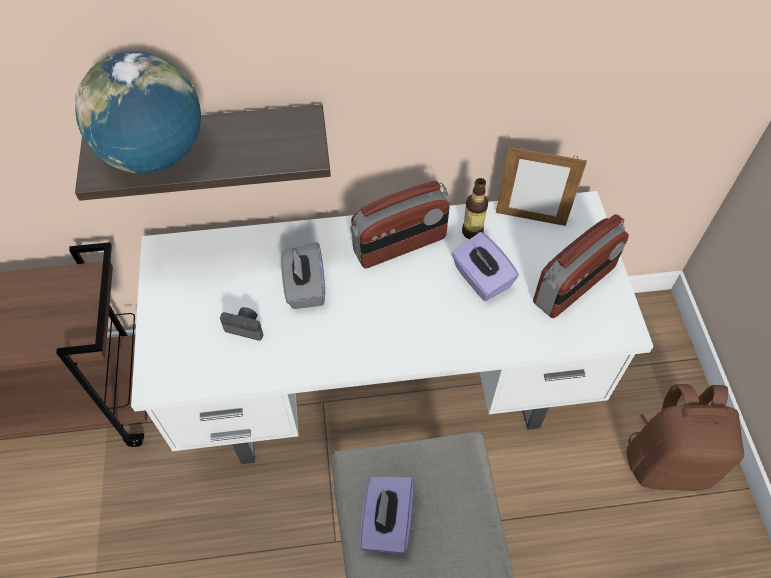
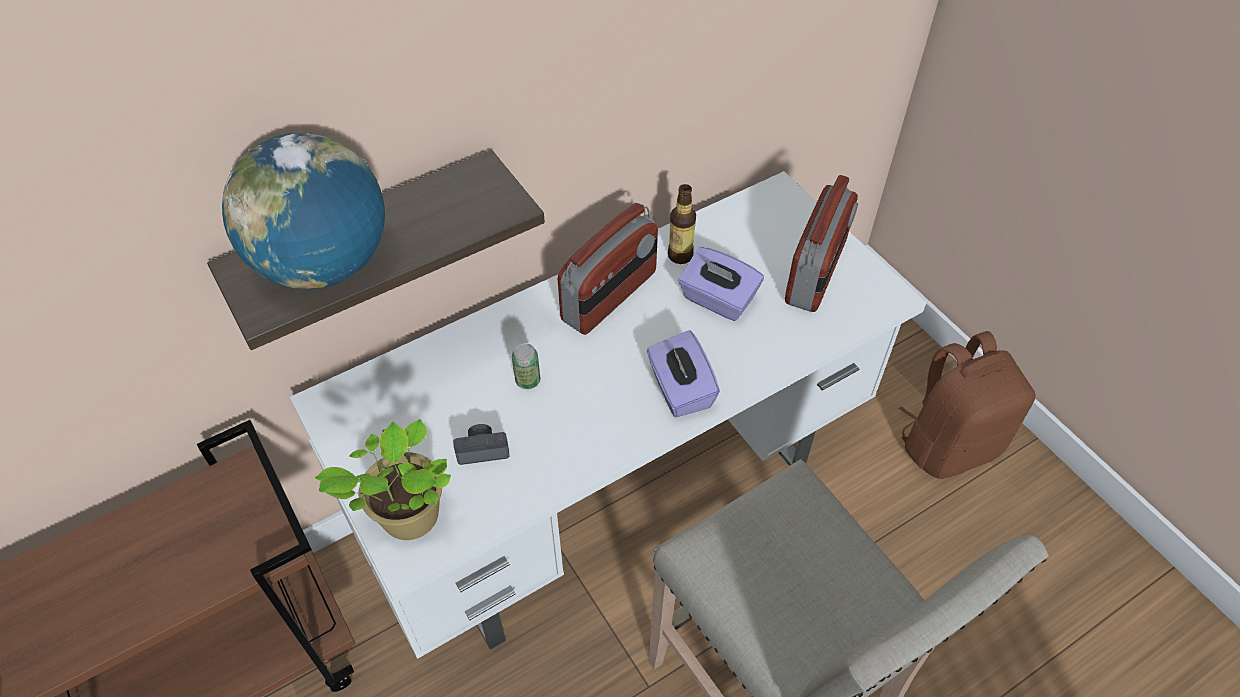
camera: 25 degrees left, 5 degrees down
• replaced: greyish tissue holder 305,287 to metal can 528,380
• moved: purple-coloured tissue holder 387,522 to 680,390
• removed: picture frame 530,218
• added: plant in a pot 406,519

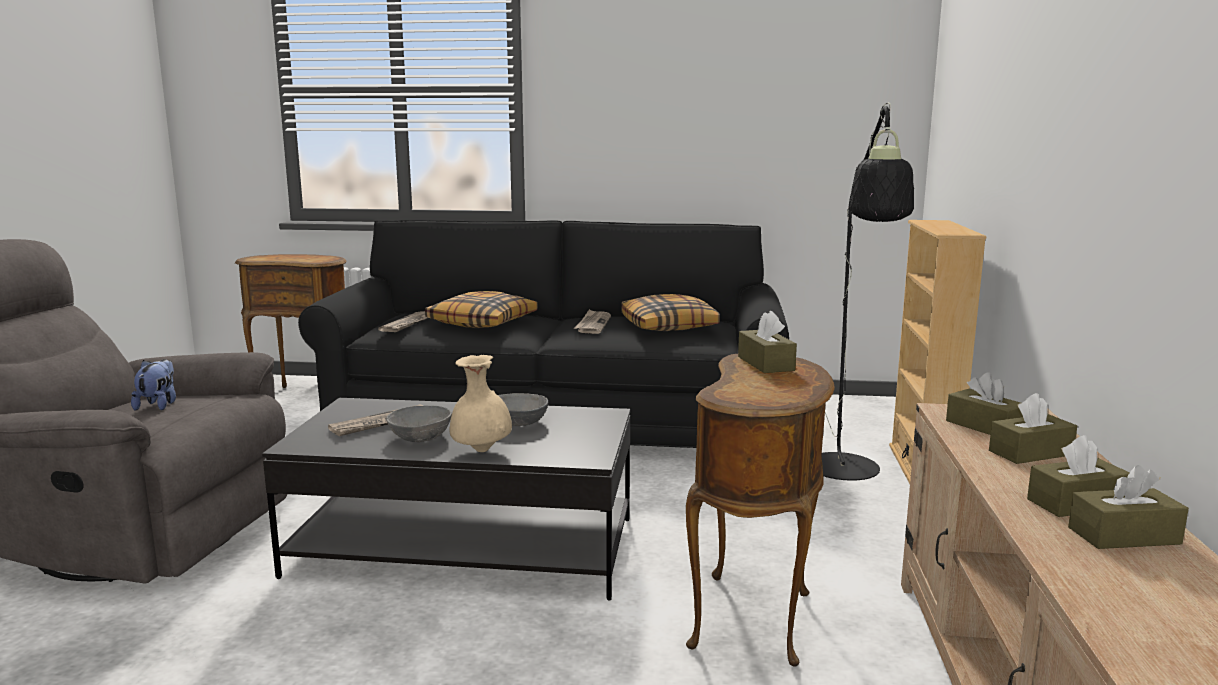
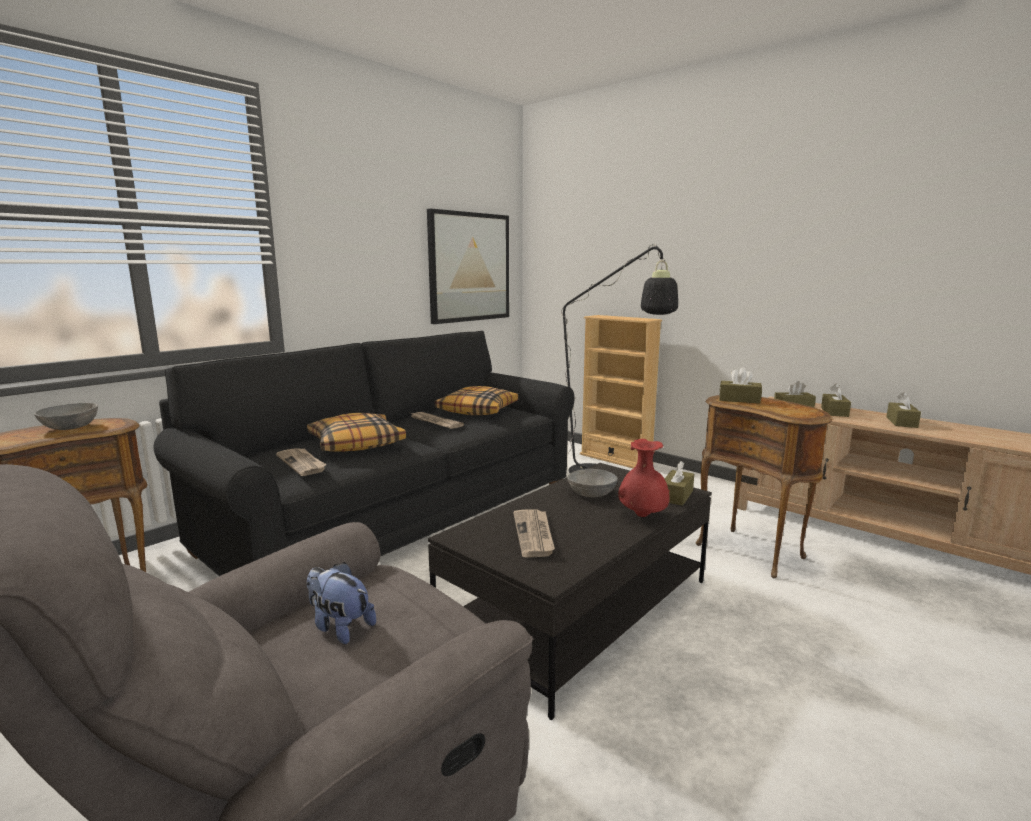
camera: 55 degrees left, 0 degrees up
• moved: greyish serving bowl 421,437 to 71,427
• recoloured: beige-coloured flower vase 481,451 to red flower vase 642,516
• moved: brown-coloured tissue holder 1124,536 to 676,496
• added: picture 469,267

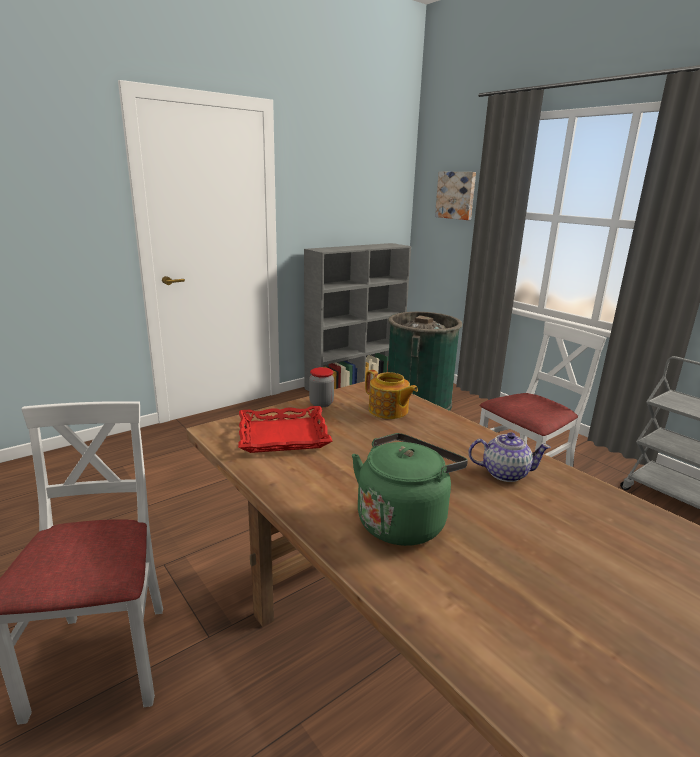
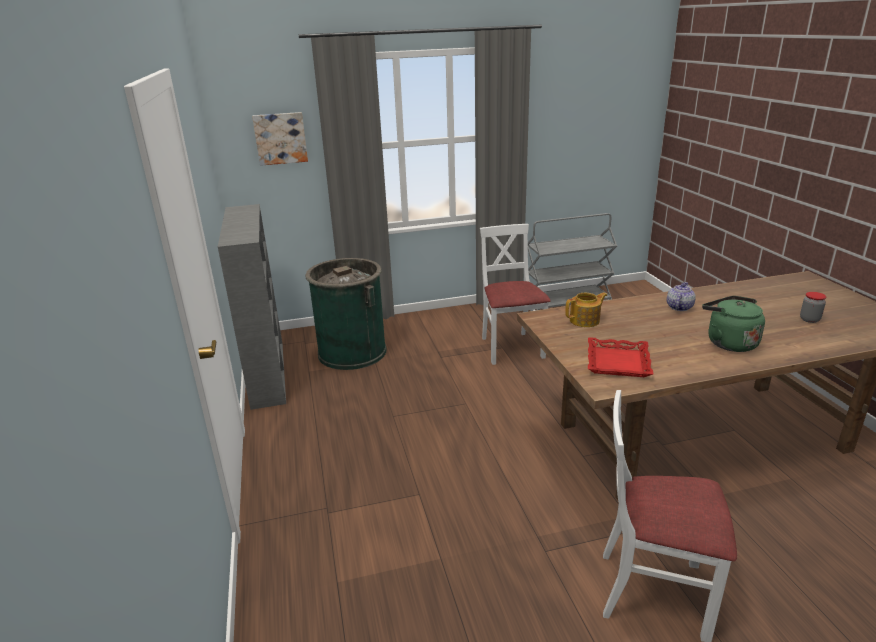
camera: 65 degrees left, 5 degrees up
• moved: preserve jar 321,403 to 809,319

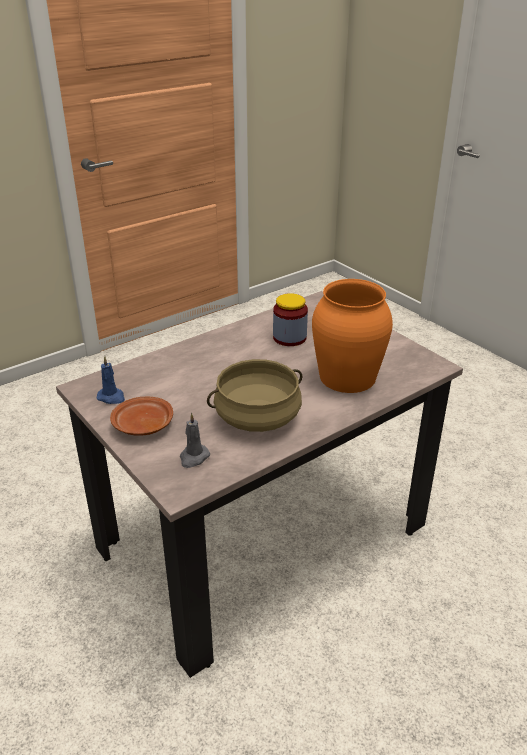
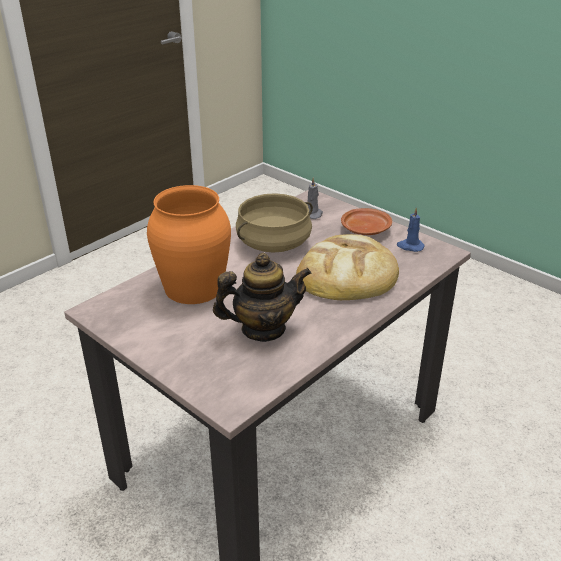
camera: 170 degrees right, 0 degrees up
• replaced: preserve jar 289,338 to teapot 263,329
• added: bakery bread 347,274

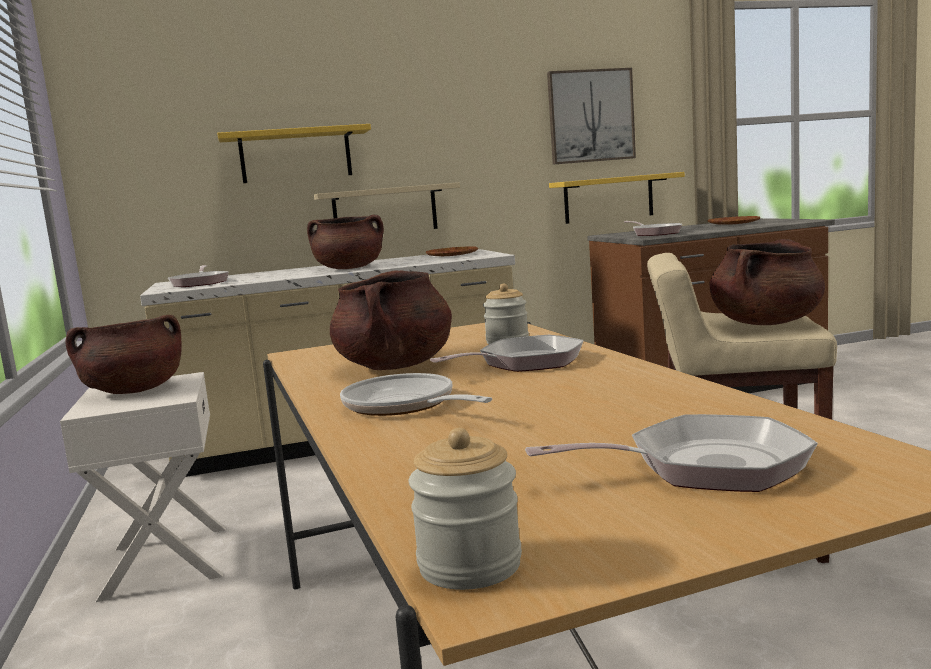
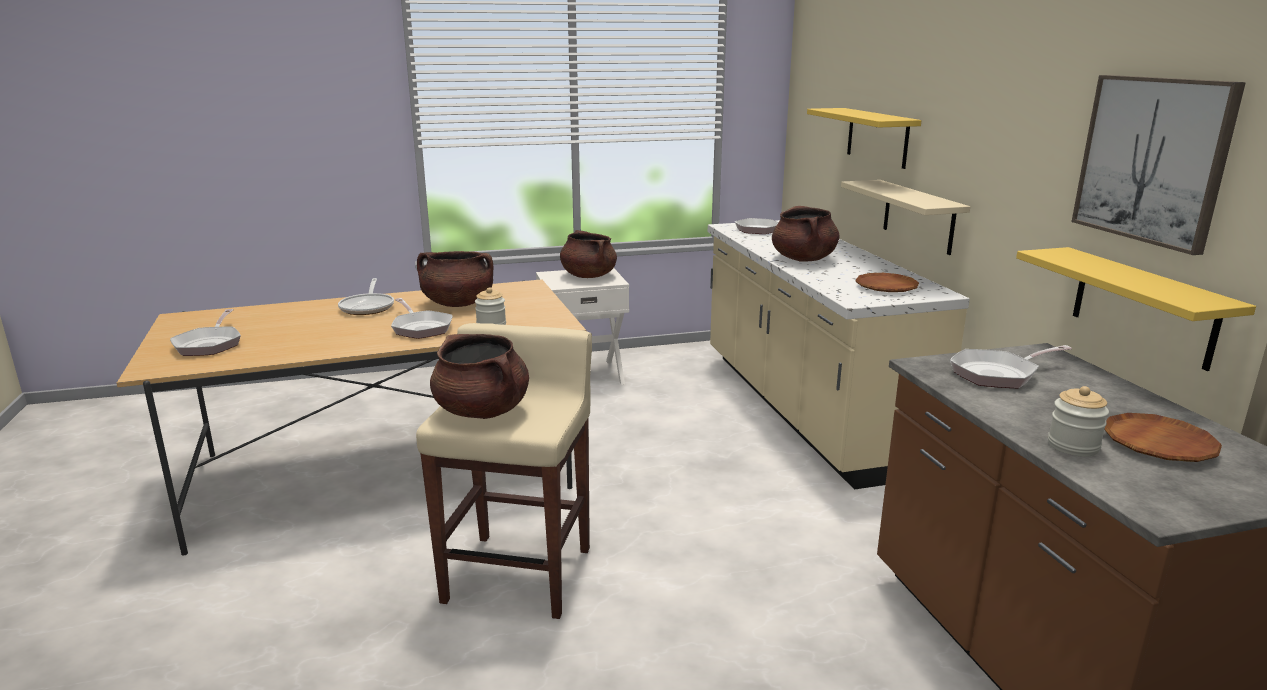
camera: 90 degrees right, 10 degrees up
• turned: frying pan 404,406 = 368,307 120 degrees clockwise
• moved: preserve jar 470,565 to 1073,446

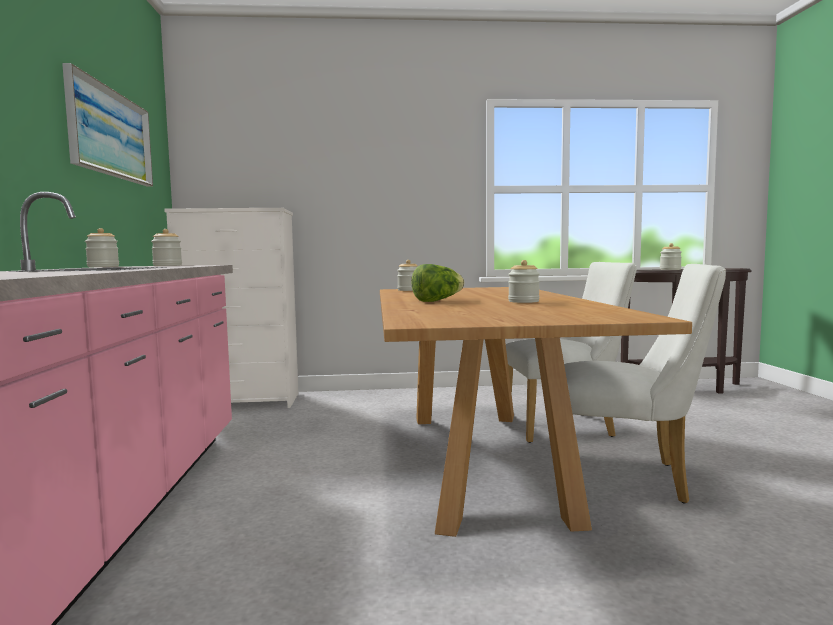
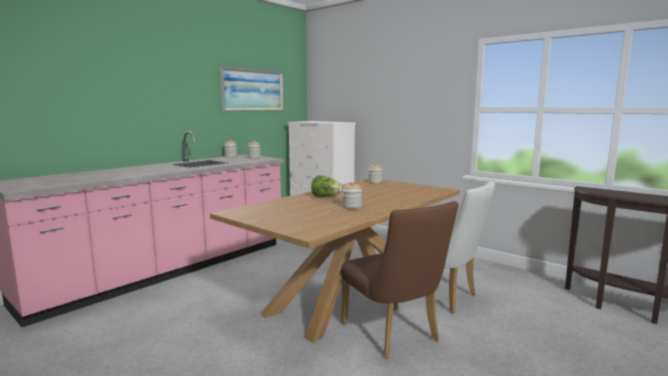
camera: 45 degrees right, 5 degrees up
• recoloured: whitish upright chair 629,478 to brown-coloured upright chair 394,335
• removed: preserve jar 670,269

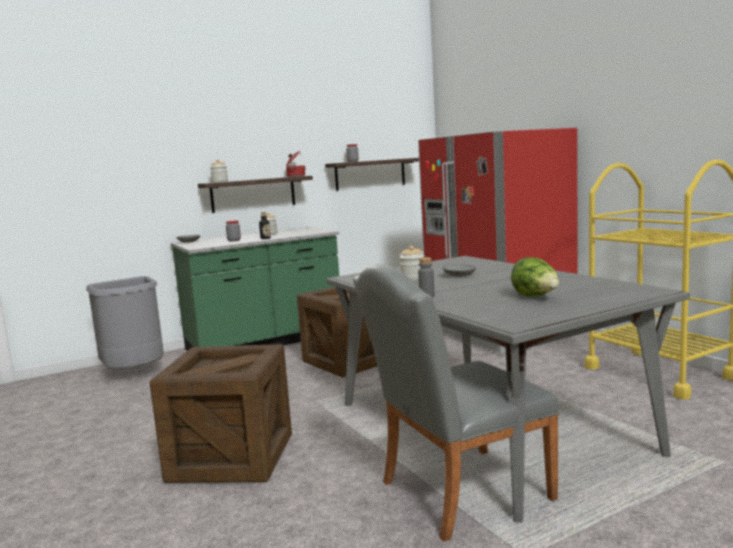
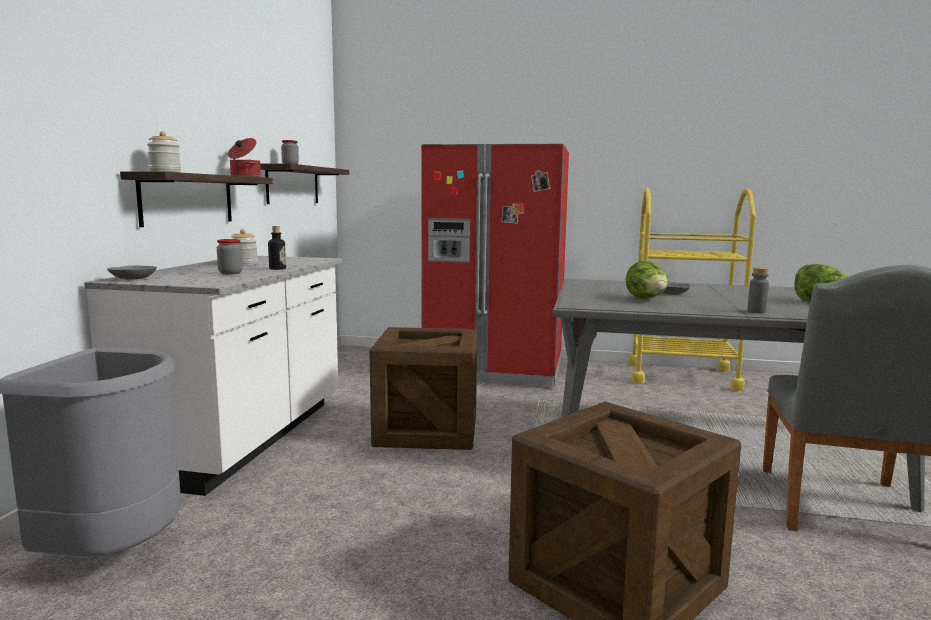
camera: 50 degrees left, 0 degrees up
• recoloured: greenish kitchen counter 265,342 to whitish kitchen counter 244,439
• replaced: preserve jar 413,278 to head of lettuce 646,299

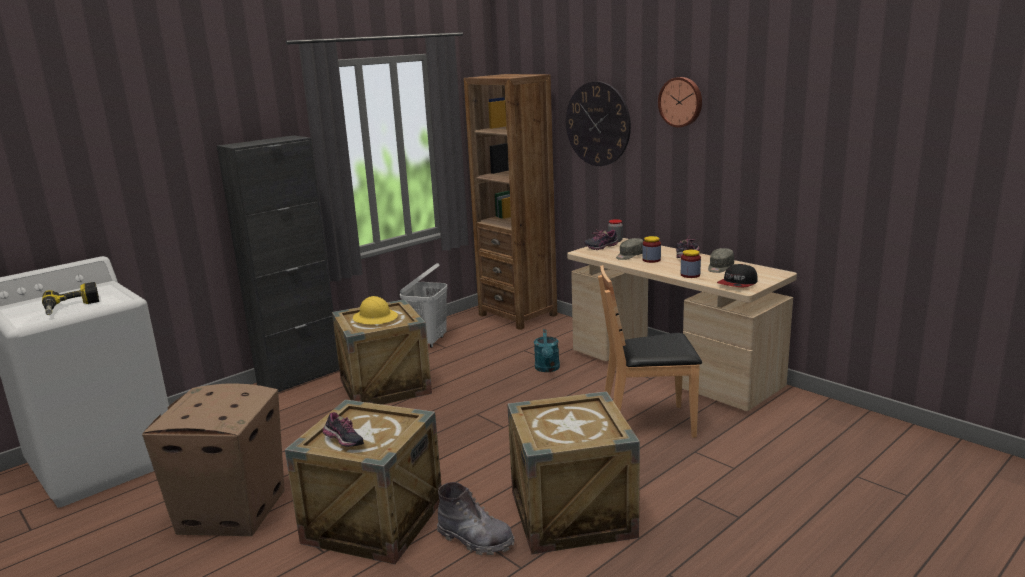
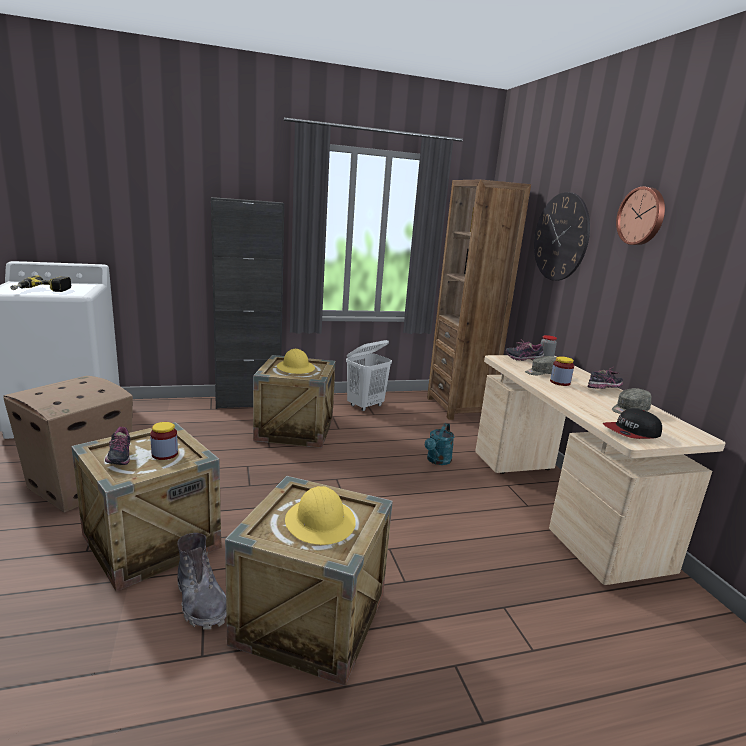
camera: 25 degrees right, 0 degrees up
• removed: brown-coloured upright chair 648,423
• moved: preserve jar 690,275 to 164,454
• added: yellowish work helmet 320,522

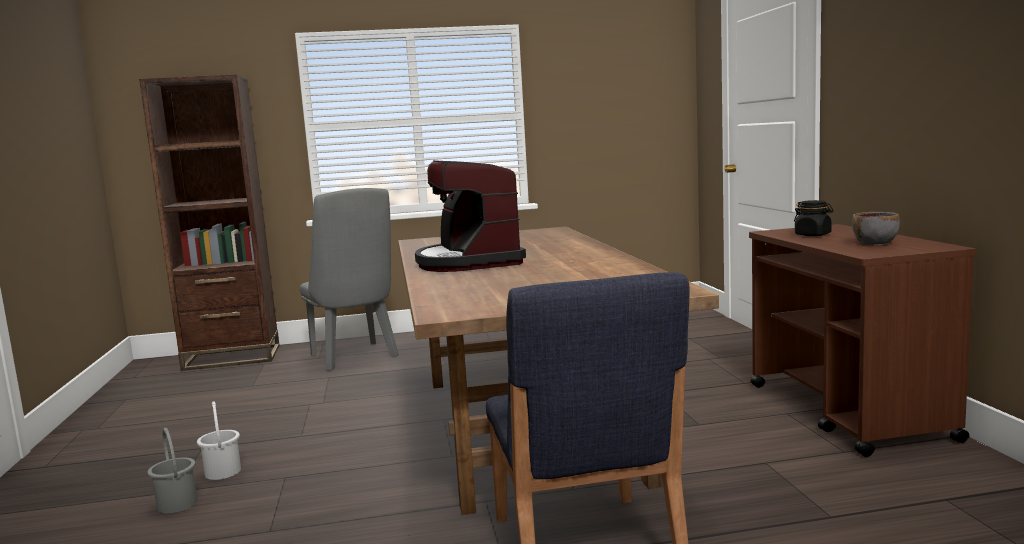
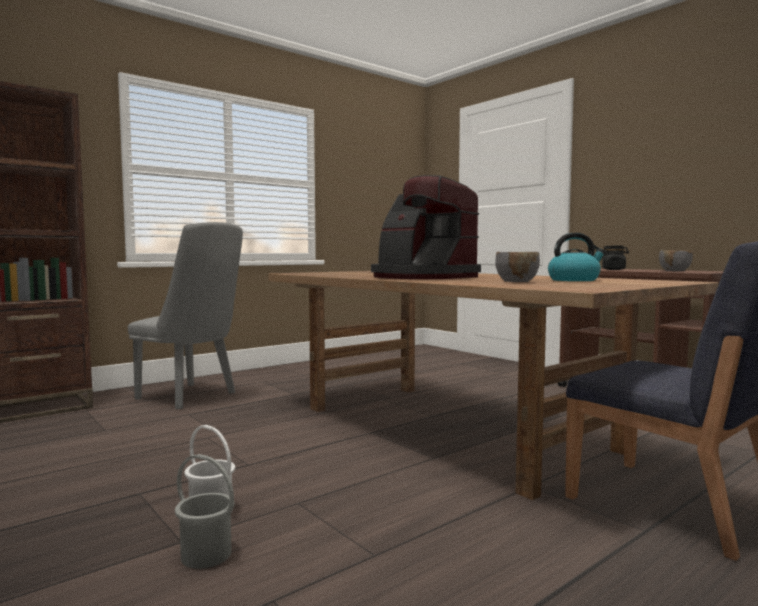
camera: 30 degrees left, 5 degrees down
• added: greyish serving bowl 516,281
• added: water kettle 574,280

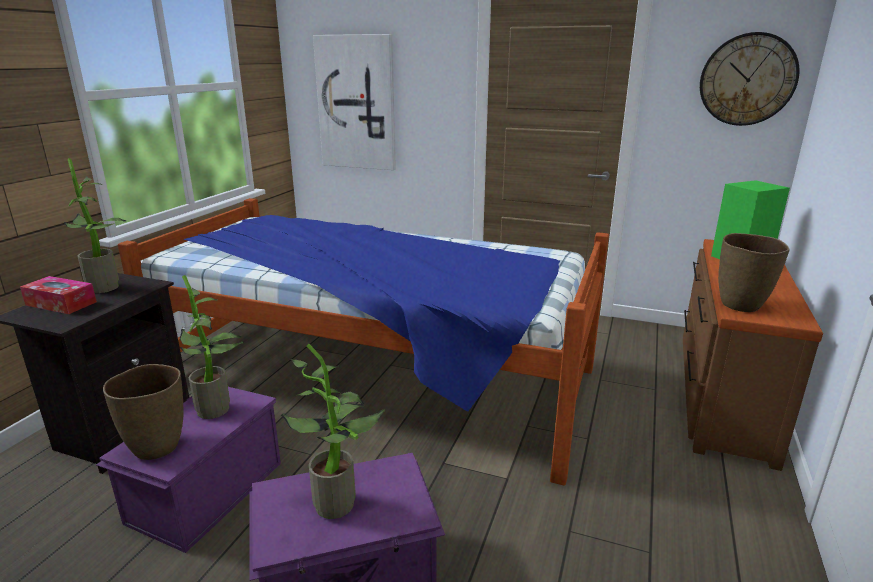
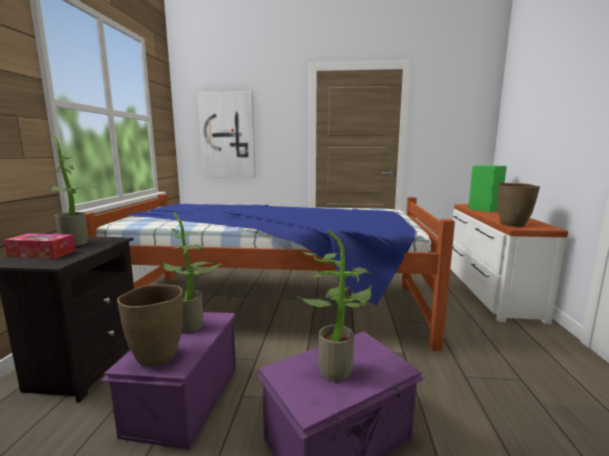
camera: 15 degrees left, 10 degrees down
• recoloured: brown-coloured dresser 721,394 to whitish dresser 488,291
• removed: hanging clock 747,79

